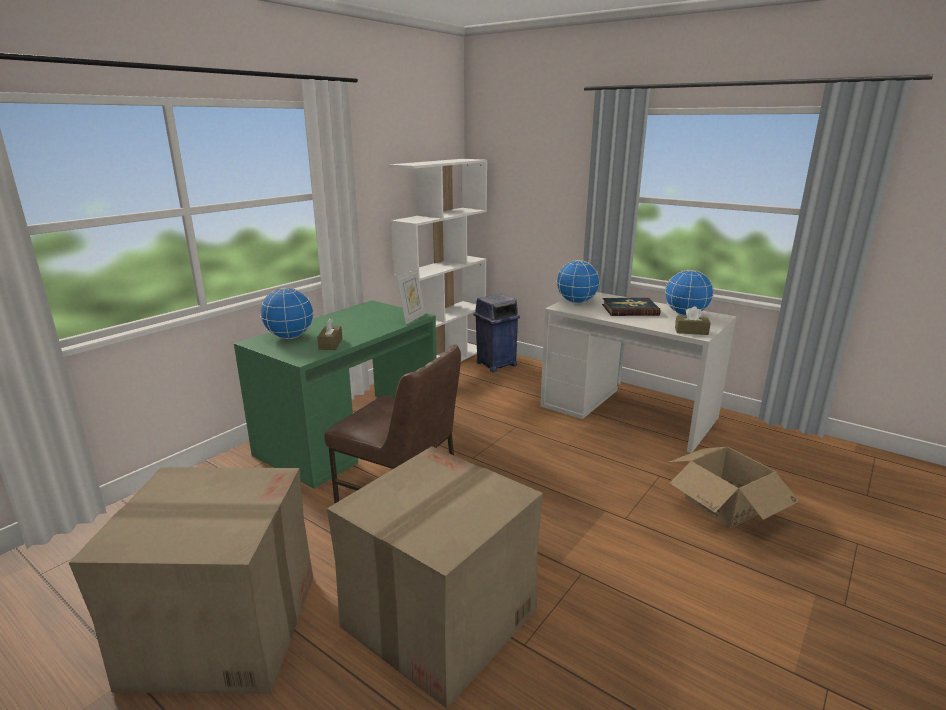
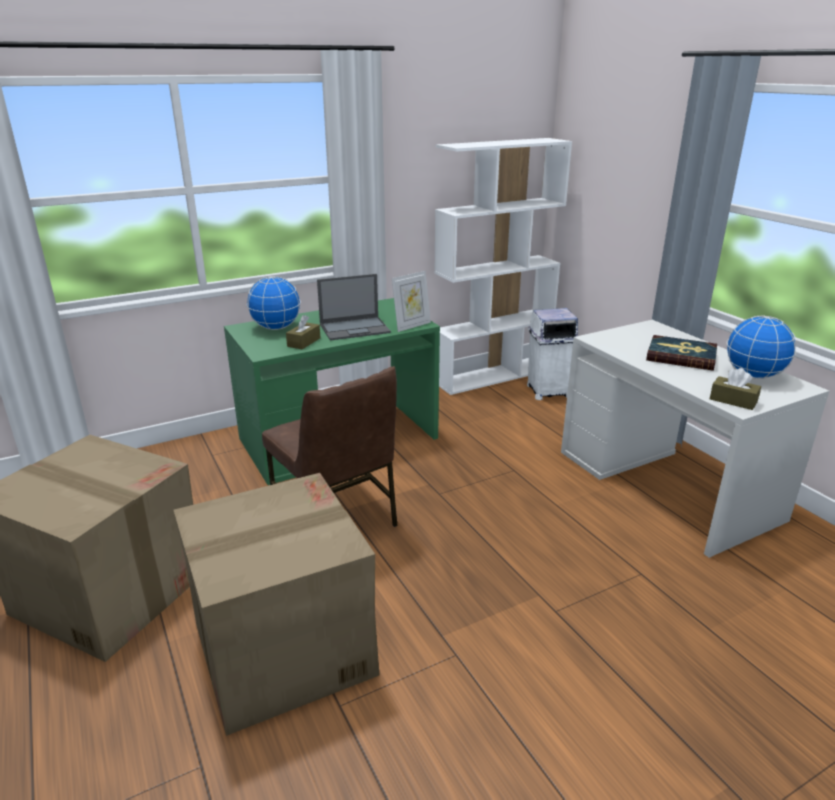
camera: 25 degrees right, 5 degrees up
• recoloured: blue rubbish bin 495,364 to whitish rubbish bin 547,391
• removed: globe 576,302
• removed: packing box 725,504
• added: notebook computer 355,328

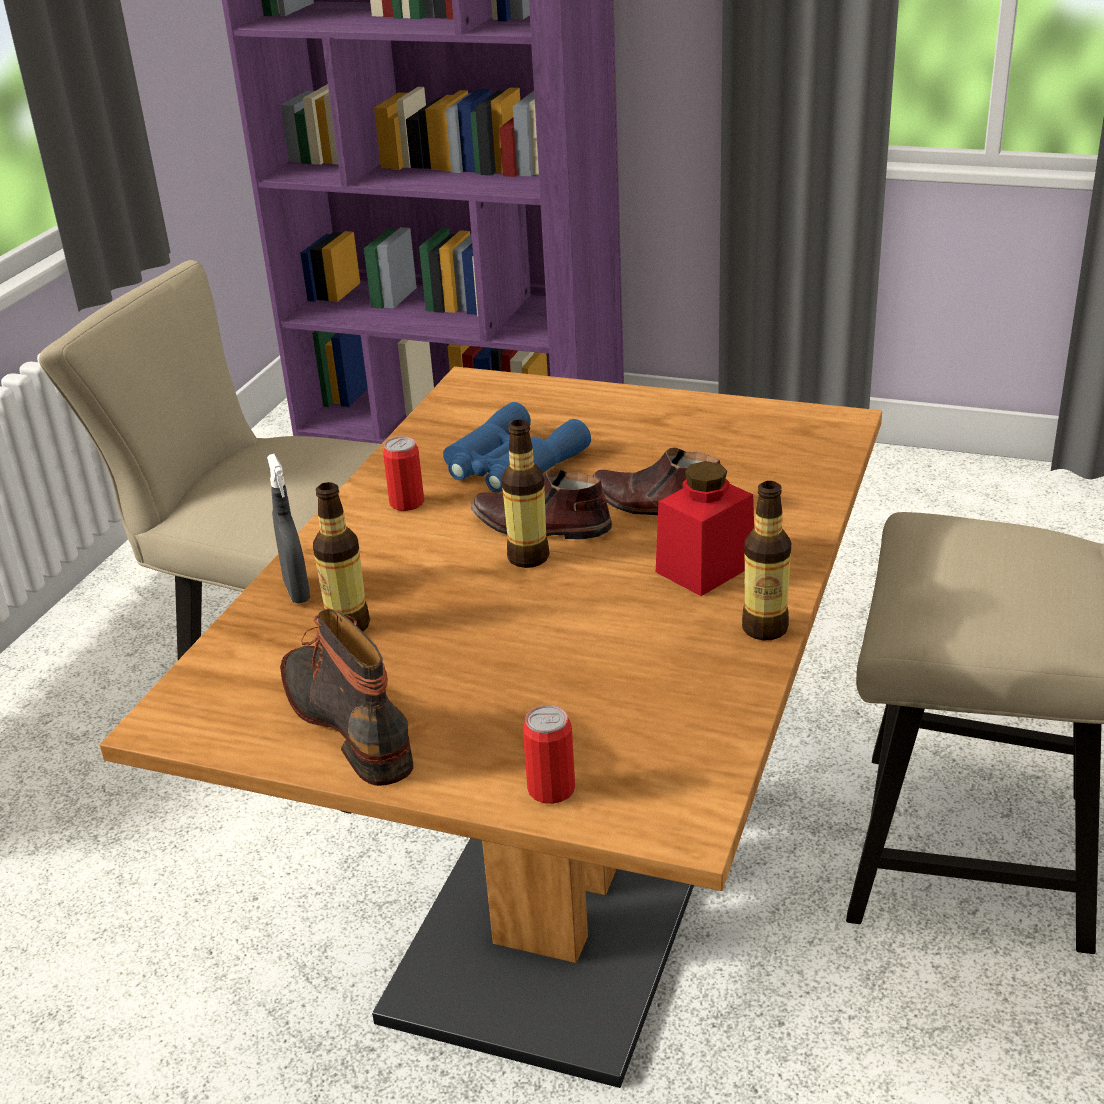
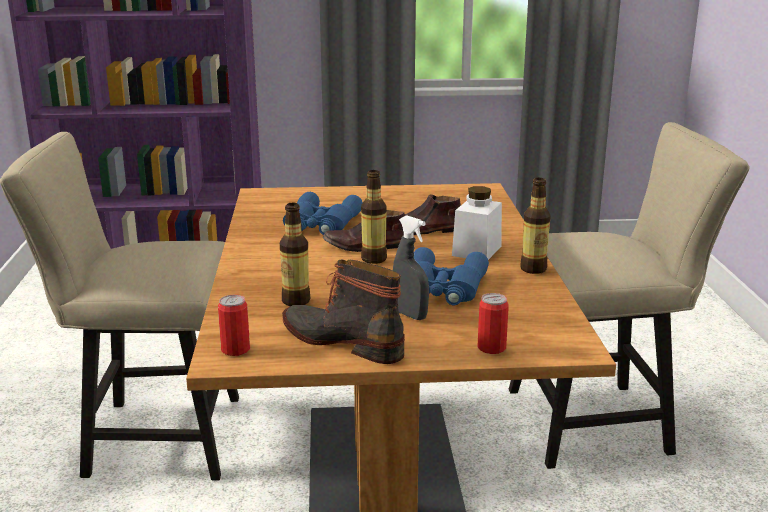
camera: 25 degrees left, 10 degrees down
• moved: greyish hand sprayer 297,591 to 410,315
• moved: metal can 407,503 to 235,349
• recoloured: red preserve jar 705,568 to whitish preserve jar 476,251
• added: blue pair of binoculars 442,288

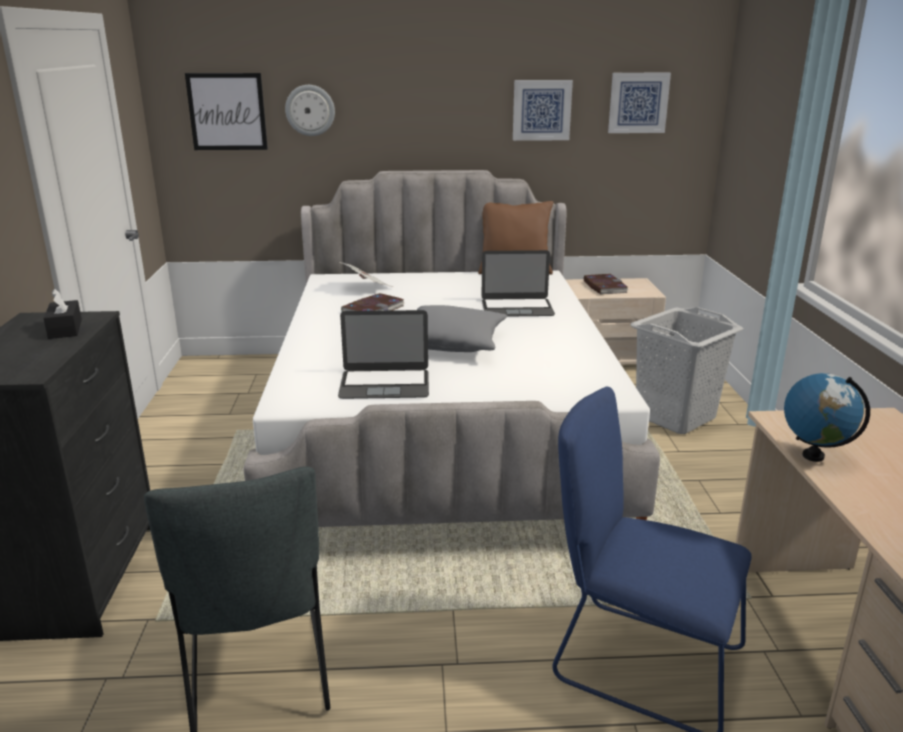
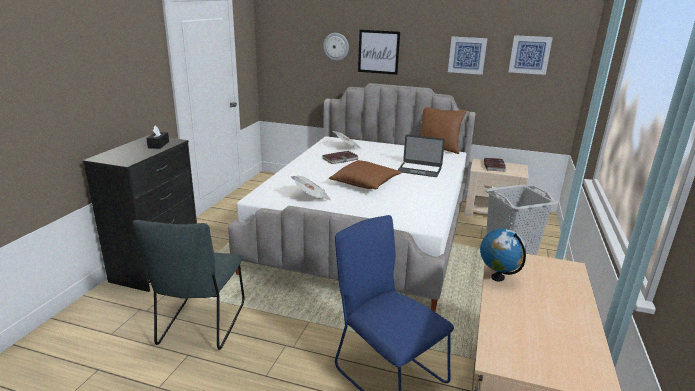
camera: 20 degrees right, 0 degrees up
• moved: picture 227,112 to 378,52
• replaced: notebook computer 384,384 to newspaper 311,197
• recoloured: greyish pillow 453,344 to brown-coloured pillow 365,183

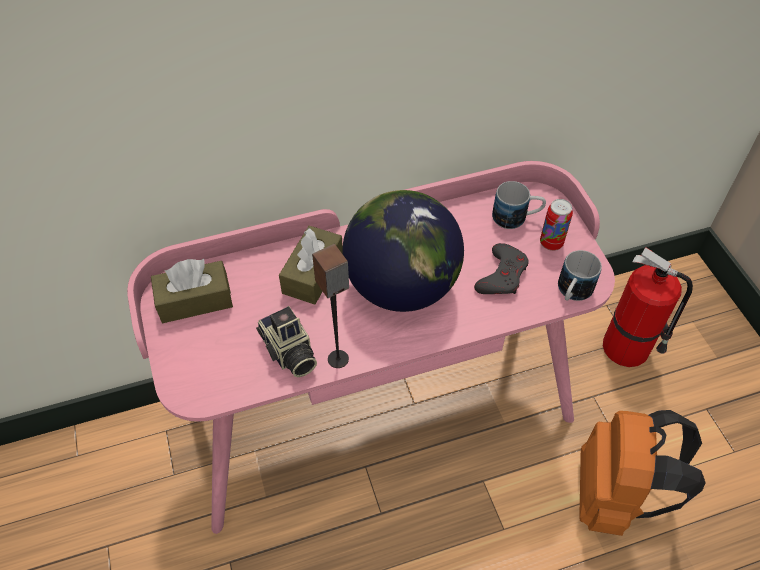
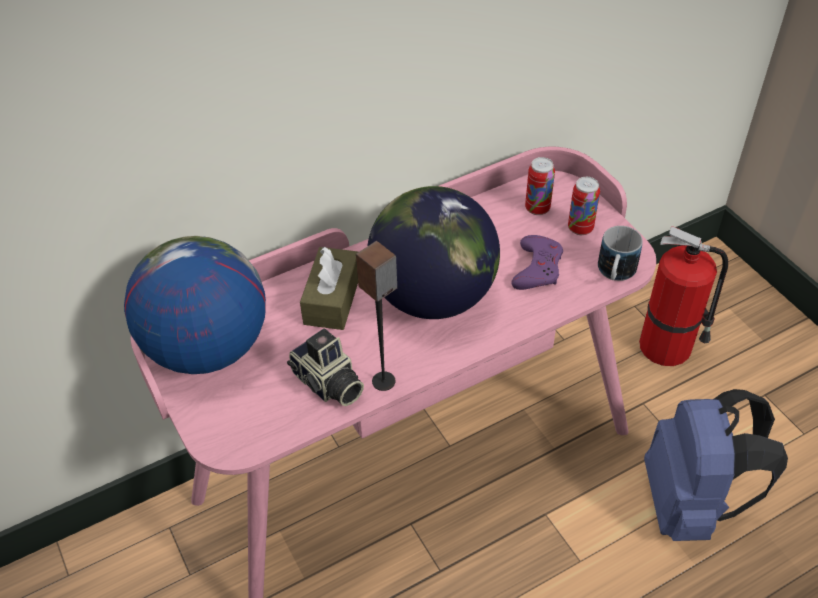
camera: 10 degrees left, 5 degrees down
• replaced: brown-coloured tissue holder 195,301 to globe 207,348
• recoloured: greyish game controller 502,275 to purple-coloured game controller 537,268
• replaced: mug 516,218 to metal can 537,208
• recoloured: orangey knapsack 614,496 to blue knapsack 690,503

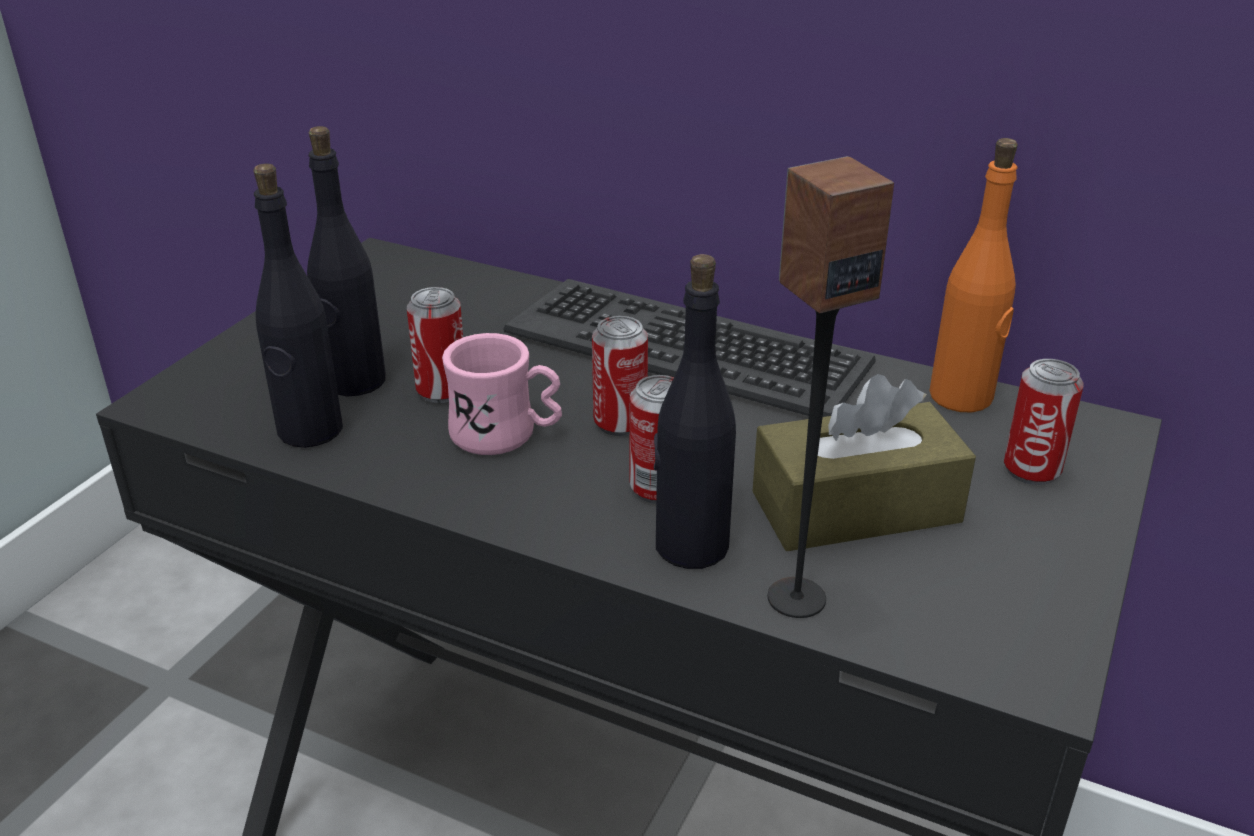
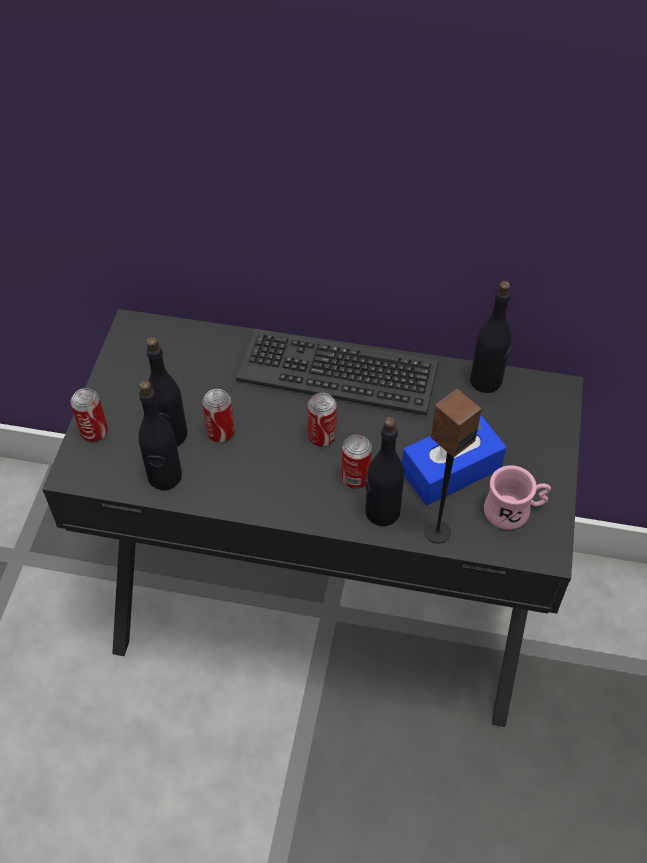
camera: 15 degrees left, 20 degrees up
• moved: pink-coloured mug 506,435 to 514,511
• recoloured: brown-coloured tissue holder 855,507 to blue tissue holder 451,470
• recoloured: orangey drink bottle 961,397 to blackish drink bottle 486,381
• moved: metal can 1031,470 to 94,432

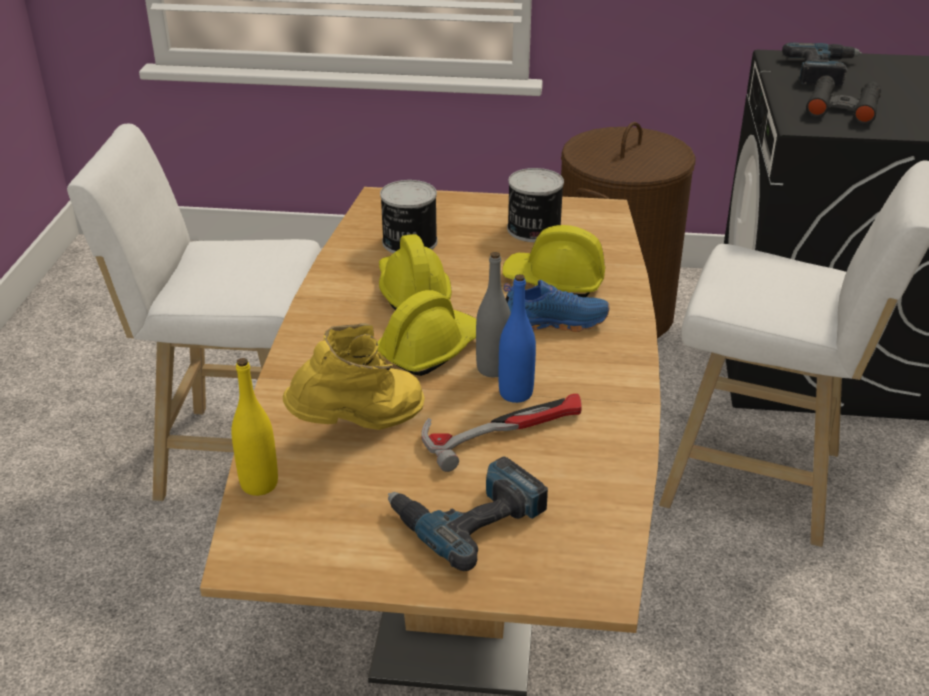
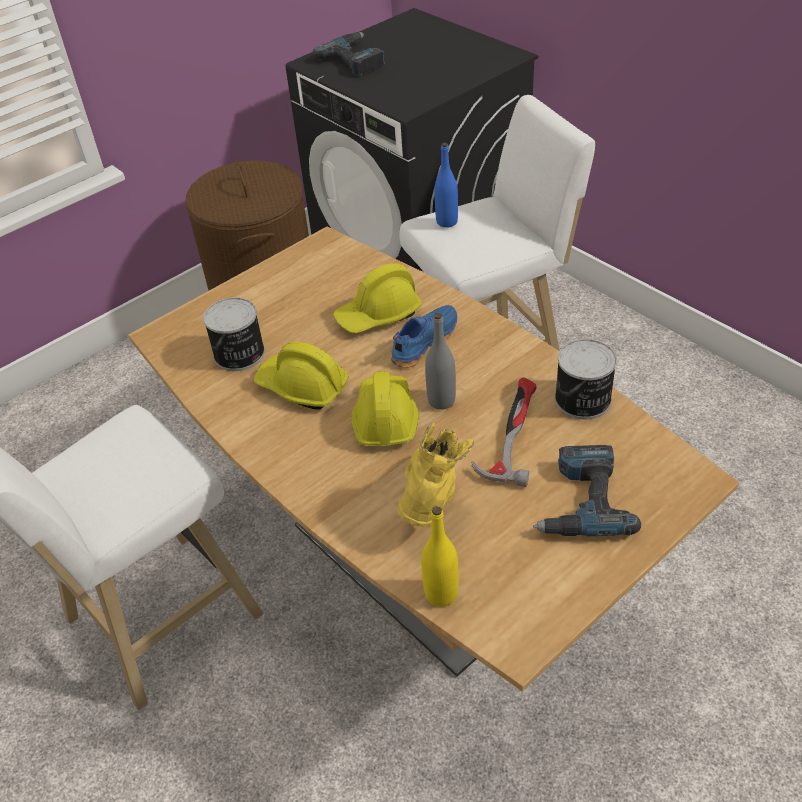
camera: 45 degrees left, 10 degrees up
• moved: blue drink bottle 515,393 to 447,222
• moved: metal can 533,229 to 583,400
• removed: blackish pair of binoculars 842,108

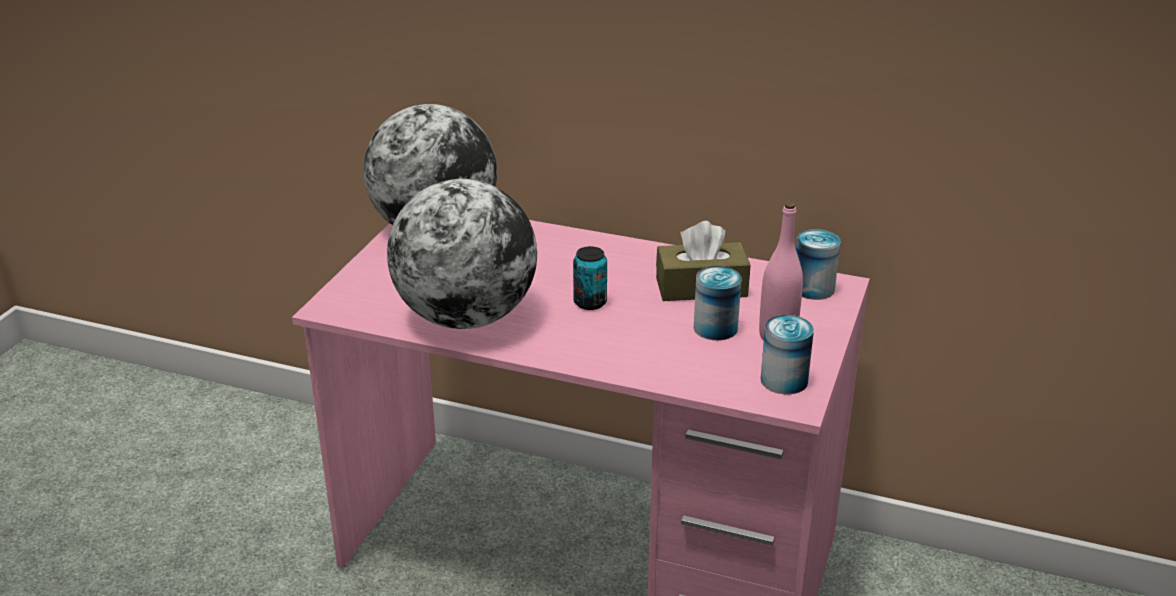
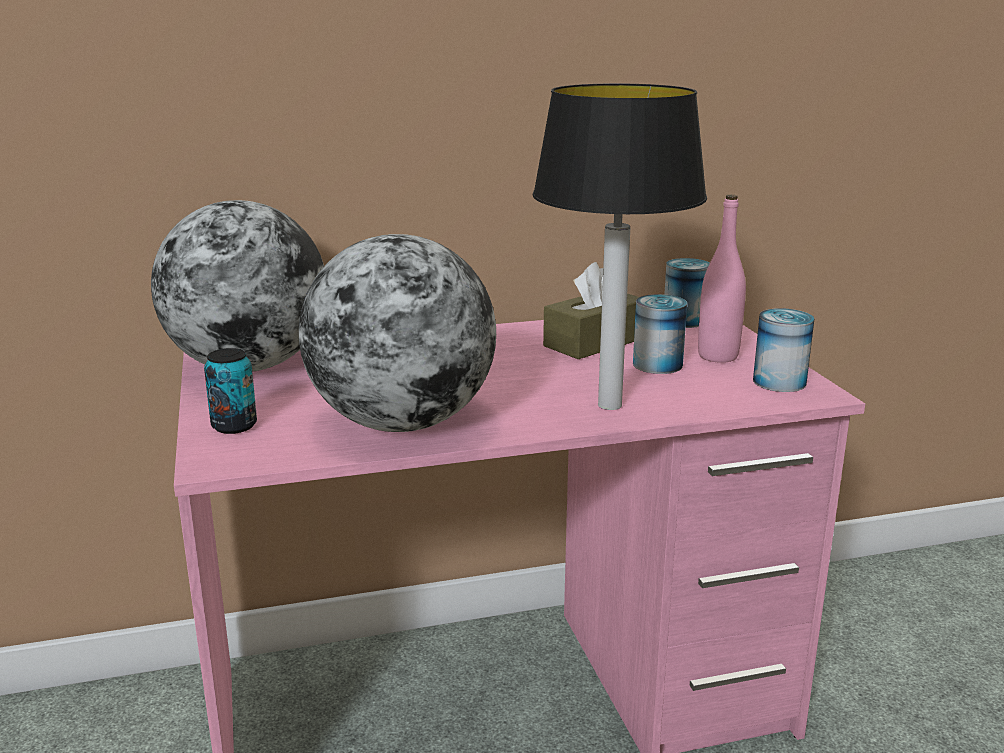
camera: 35 degrees left, 10 degrees down
• moved: metal can 590,302 to 234,426
• added: table lamp 609,405

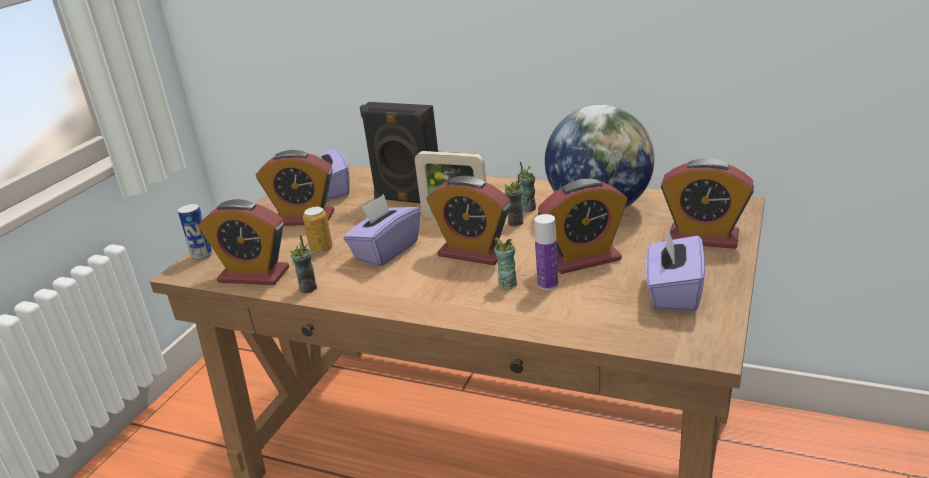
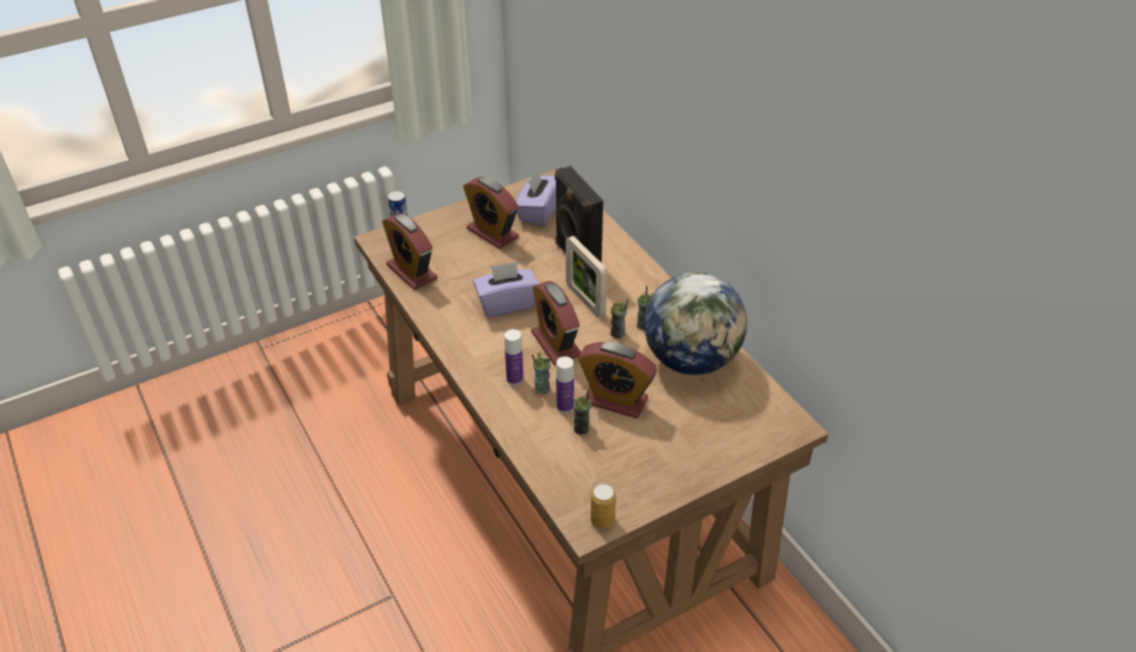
camera: 35 degrees right, 15 degrees up
• moved: drinking cup 308,288 to 581,428
• moved: metal can 321,249 to 602,520
• removed: purple-coloured tissue holder 673,293
• removed: alarm clock 703,237
• added: drink bottle 514,379

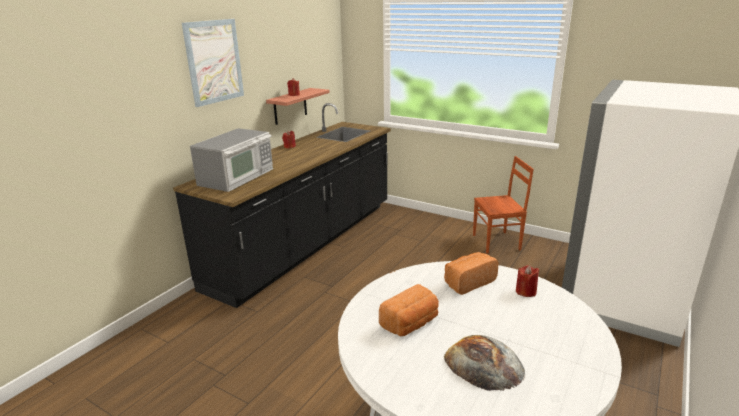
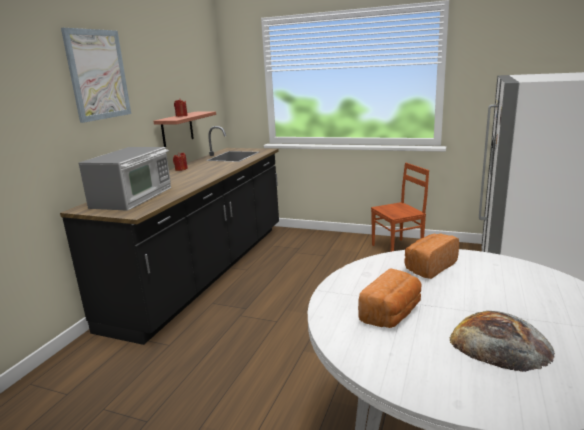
camera: 10 degrees left, 5 degrees down
• removed: red wax light 525,291

